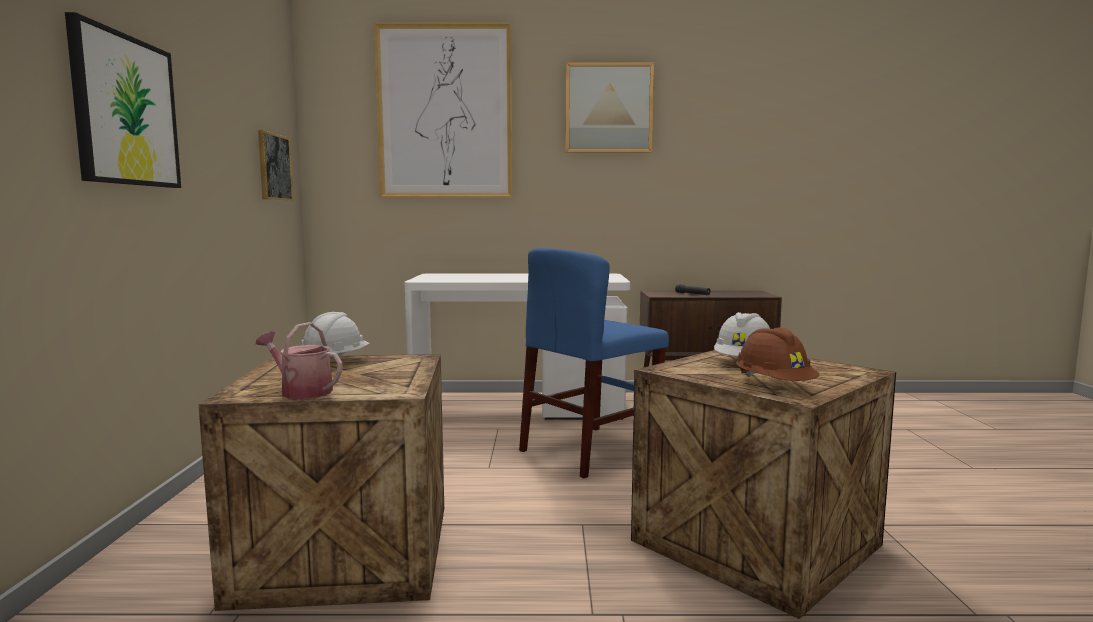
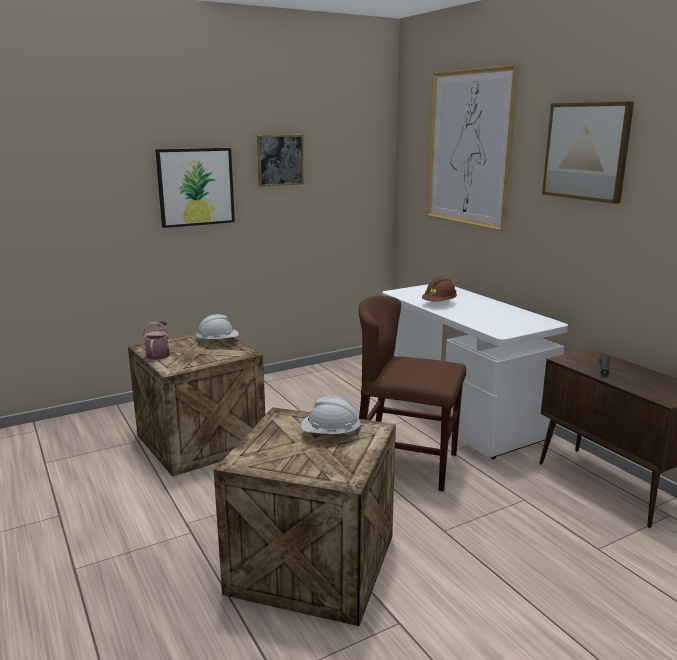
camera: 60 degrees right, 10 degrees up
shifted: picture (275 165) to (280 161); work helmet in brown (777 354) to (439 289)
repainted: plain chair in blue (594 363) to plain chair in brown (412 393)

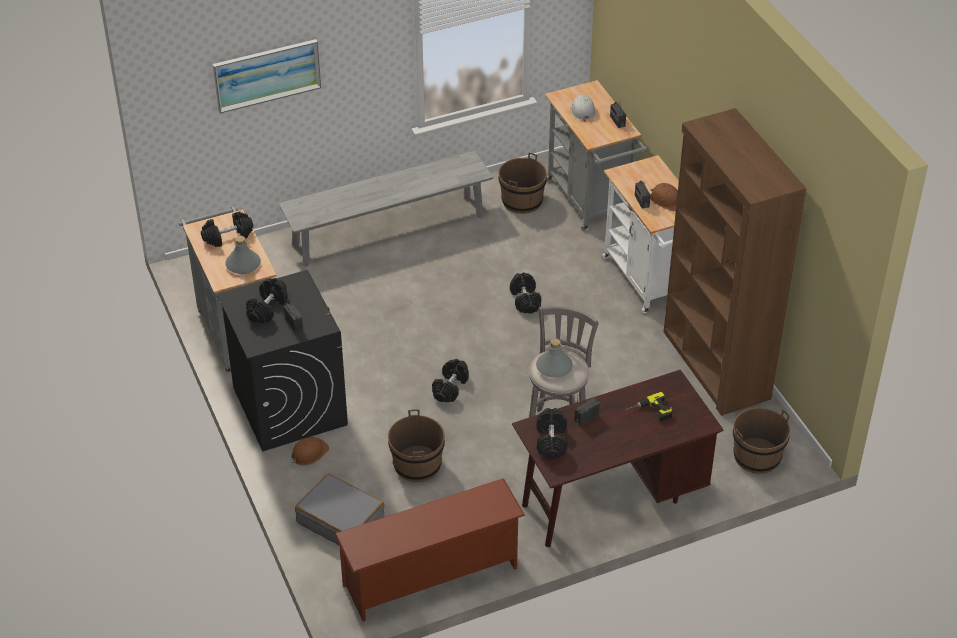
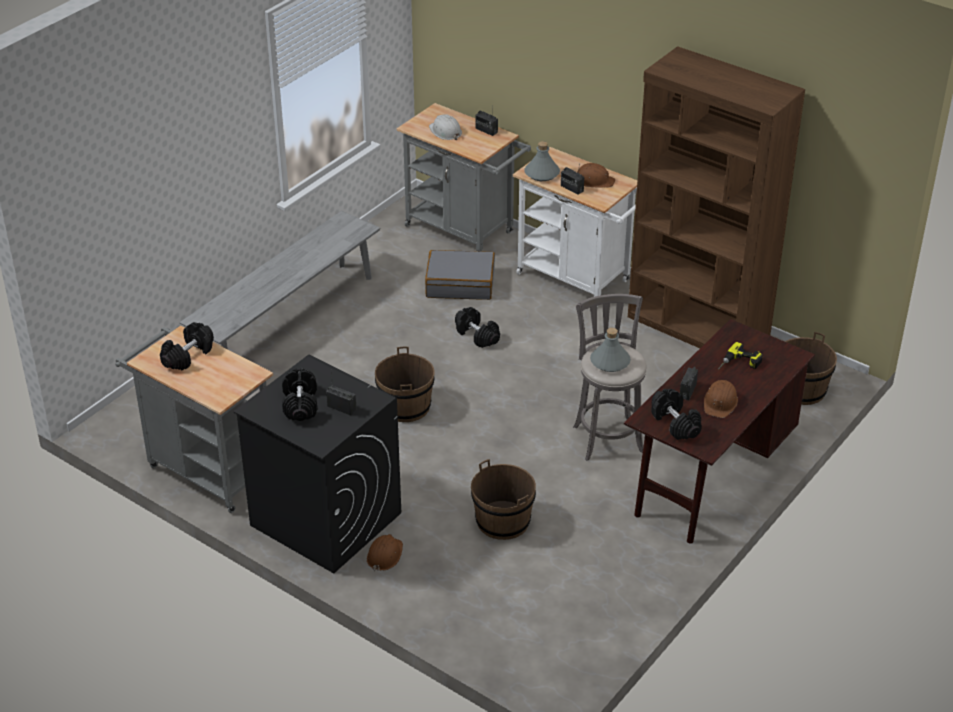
camera: 30 degrees left, 5 degrees down
gone: picture (267 76); free weight in black (450 380); shoe stand in brown (429 550)
new: work helmet in brown (721 399)
shifted: pail in brown (522 183) to (405 384); drink bottle in gray (243 255) to (542 161); suitcase in gray (339 509) to (460 275)

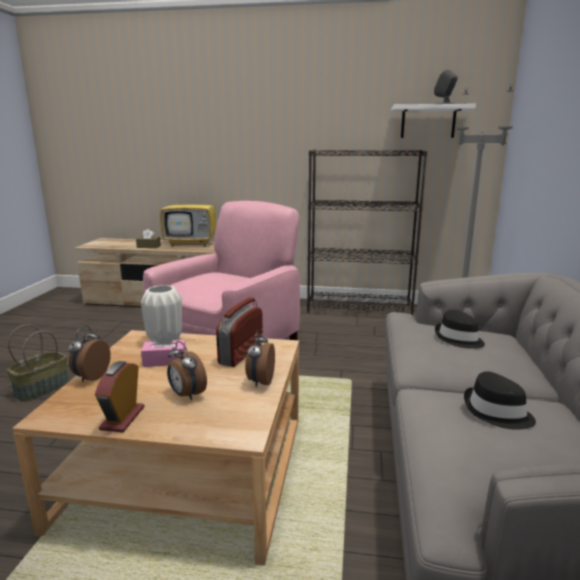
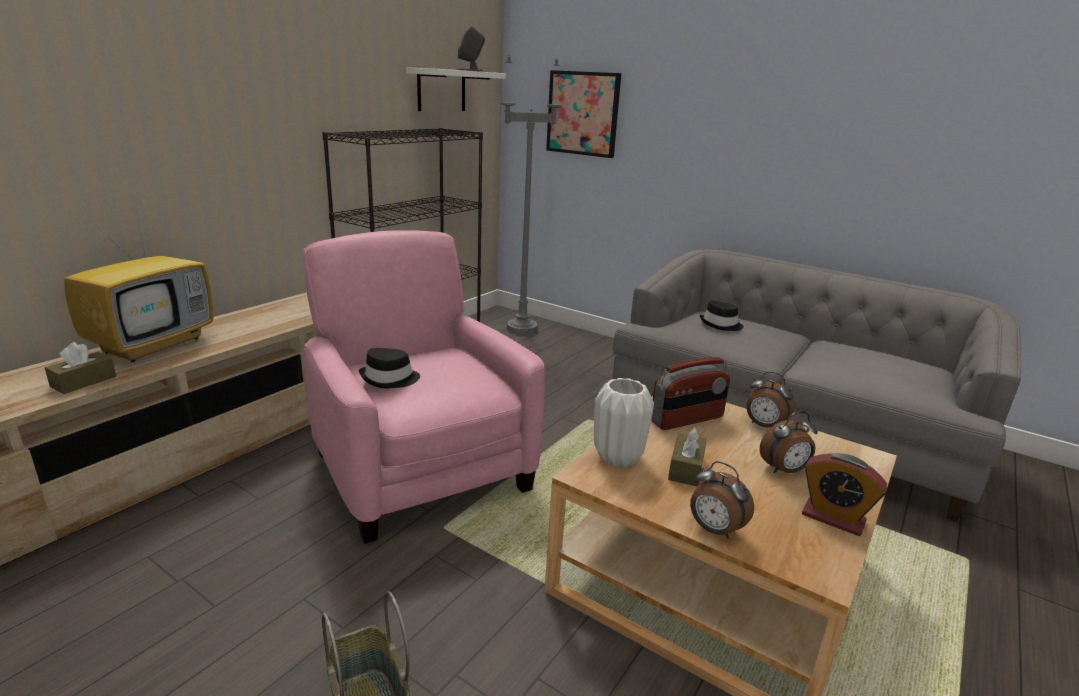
camera: 65 degrees left, 5 degrees up
new: picture (583 114)
shifted: clothing hat in black (500 401) to (389 368)
repainted: tissue box in pink (163 348) to tissue box in brown (687 456)
rotated: radio receiver (239 332) = (690 393) 75 degrees counterclockwise

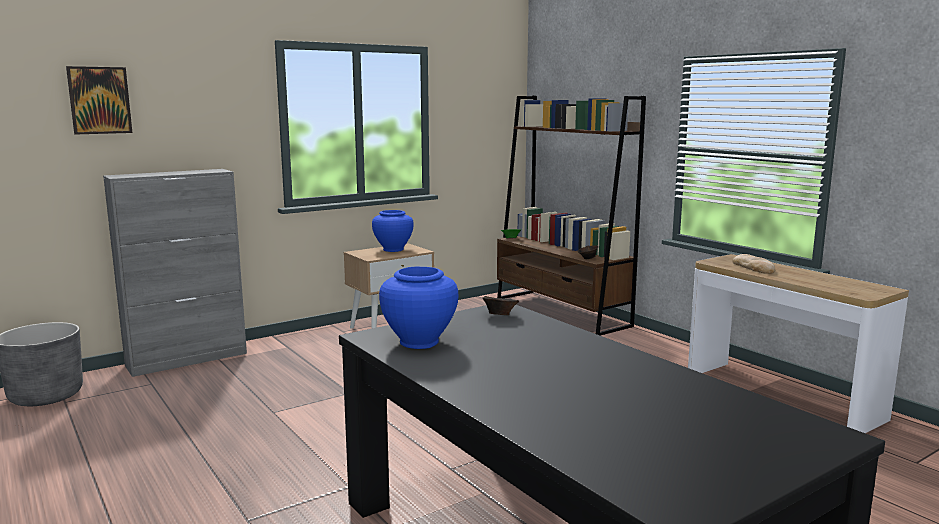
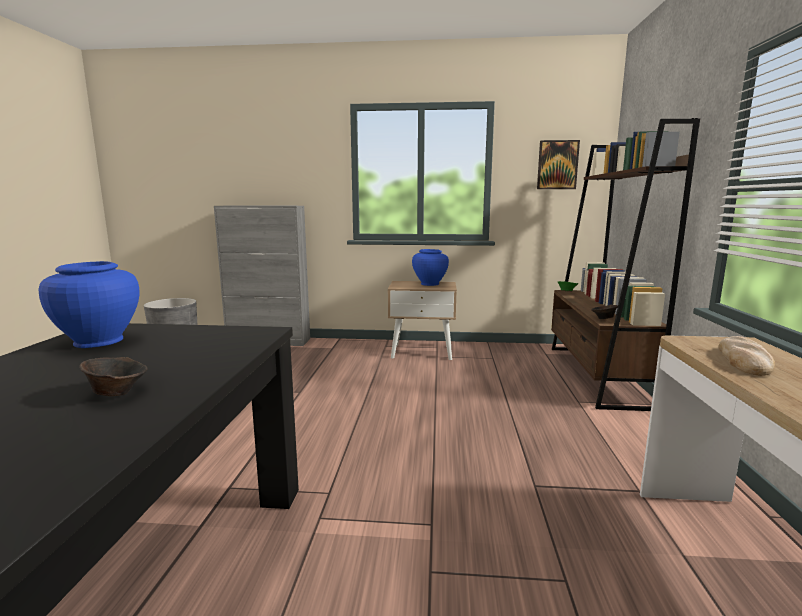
camera: 40 degrees right, 0 degrees up
shifted: picture (99 100) to (558 164); deep dish in brown (501 305) to (113 376)

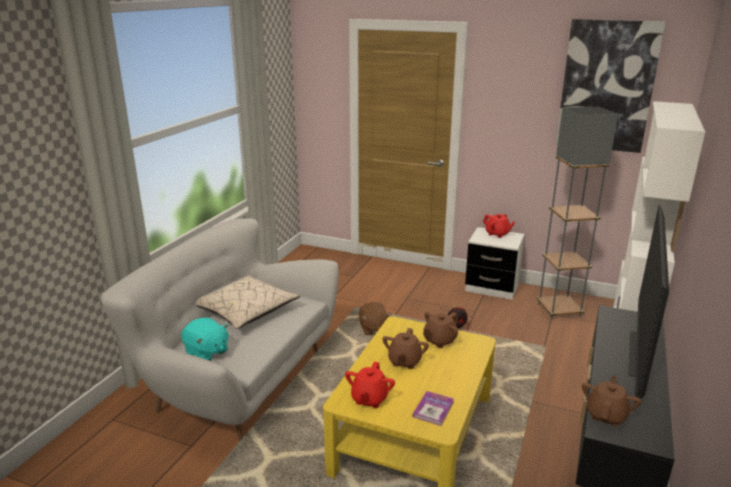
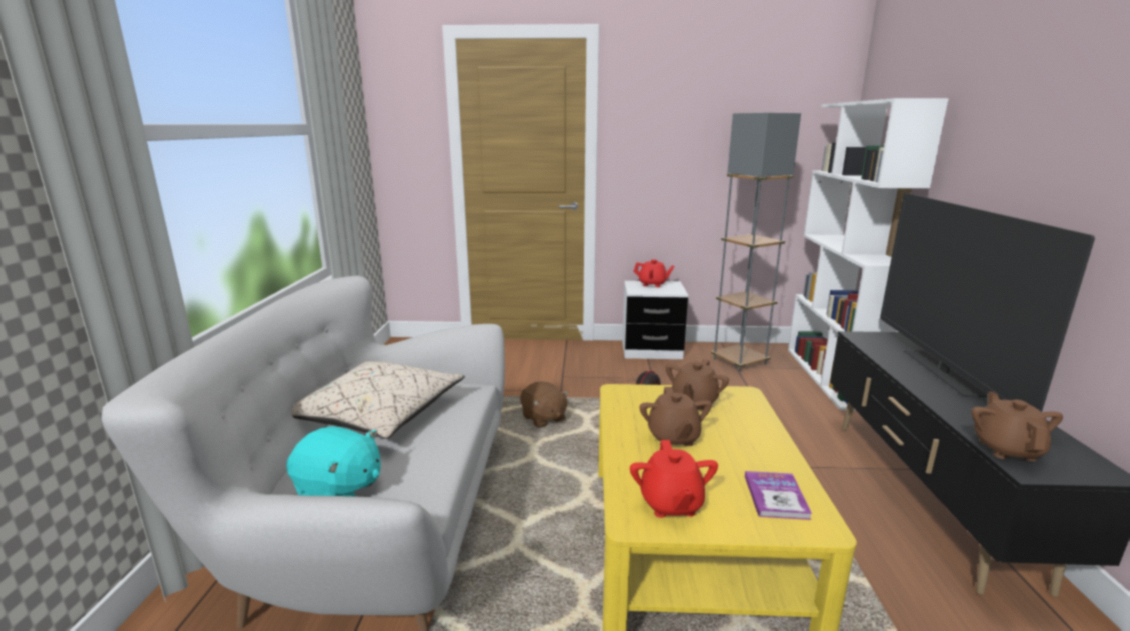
camera: 20 degrees left, 5 degrees down
gone: picture (610 86)

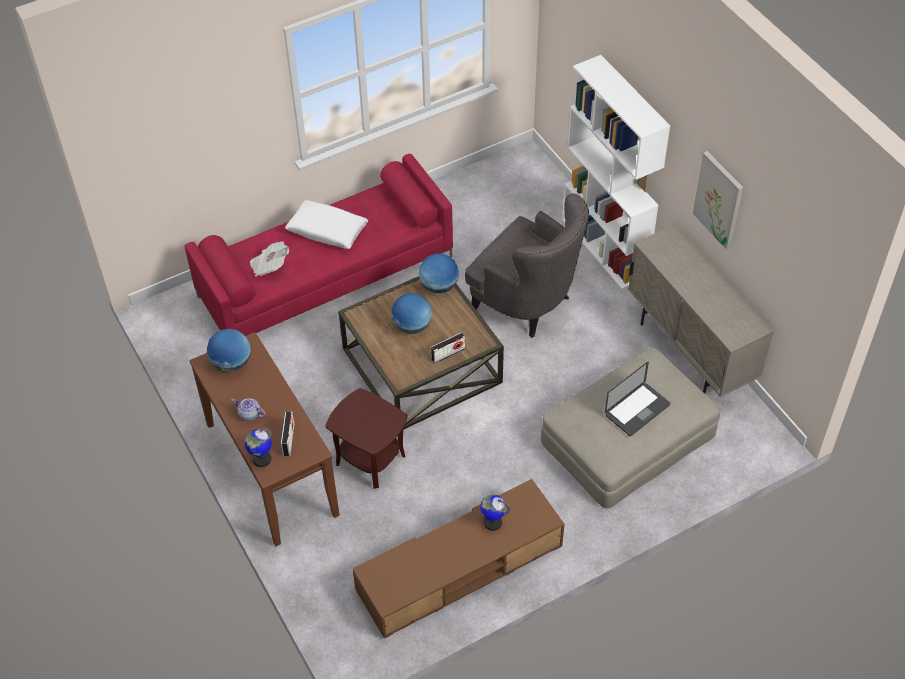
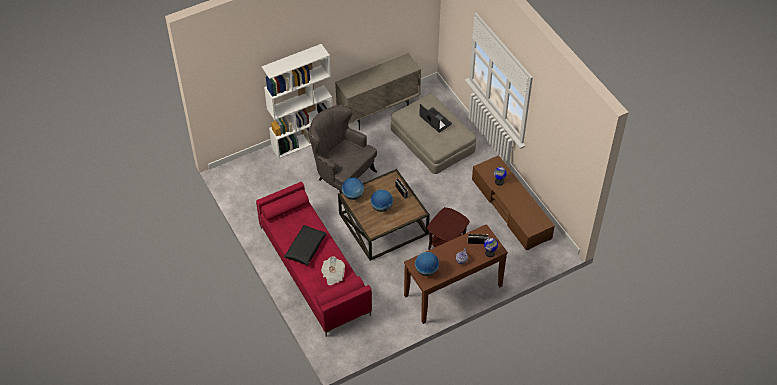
camera: 90 degrees left, 0 degrees up
gone: picture (718 200)
repainted: throw pillow in white (326 224) to throw pillow in black (305 245)
rotated: easy chair in gray (527 266) = (342 154) 90 degrees counterclockwise

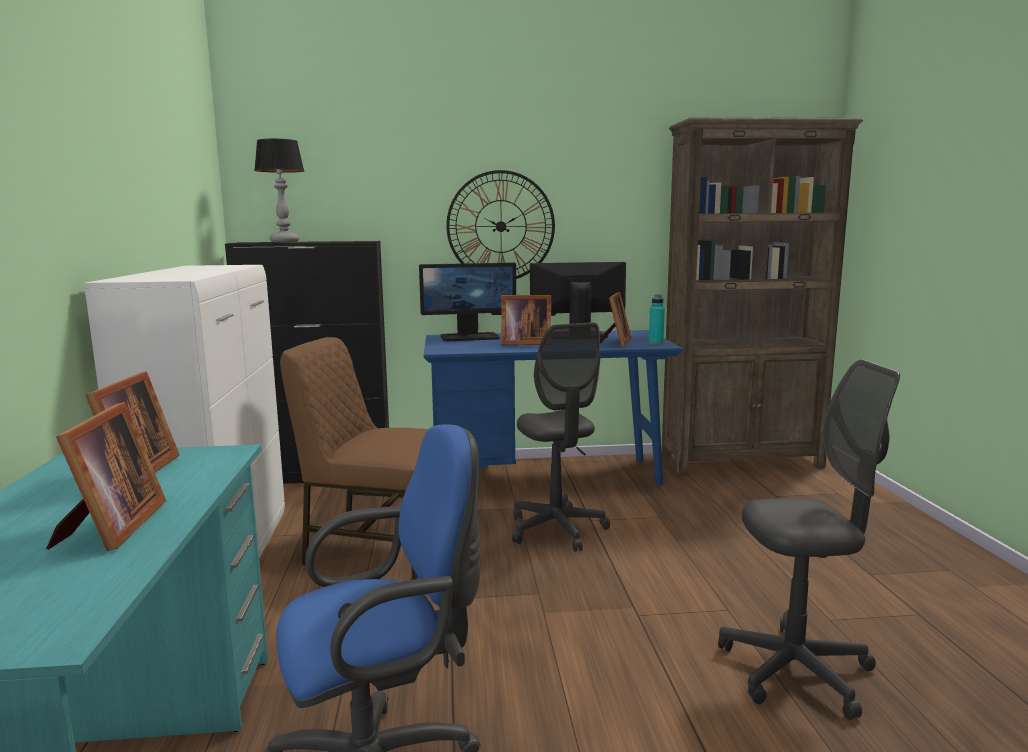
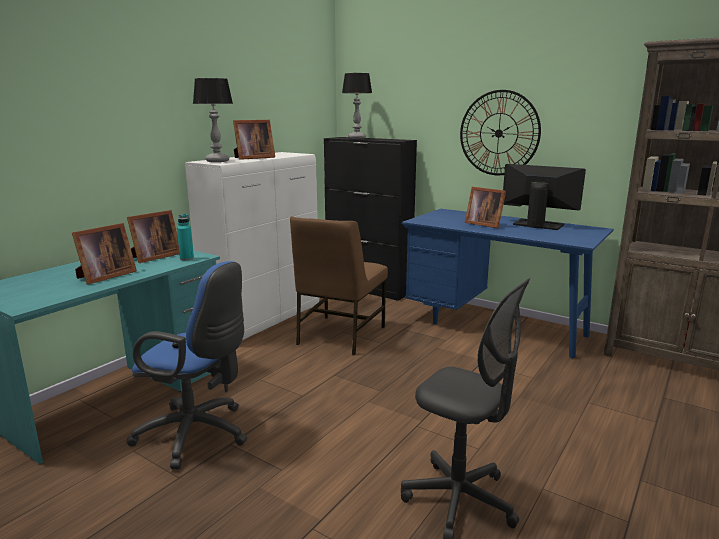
camera: 40 degrees right, 5 degrees up
gone: computer screen (467 301); office chair in gray (561 437)
new: lamp for a table (213 120)
shifted: picture frame (615 319) to (254 140); drink bottle in turquoise-coloured (657 319) to (185 237)
rotated: plain chair in brown (354 458) = (339 286) 120 degrees counterclockwise

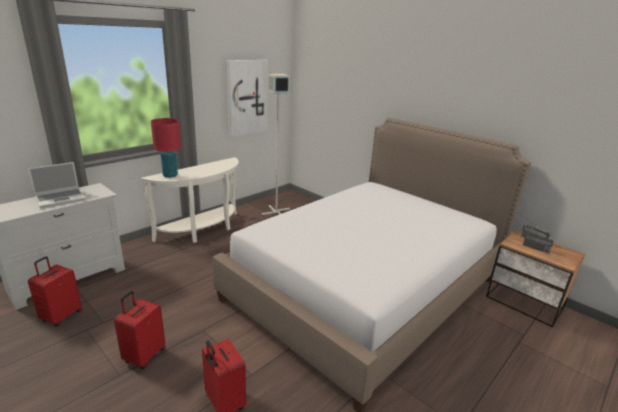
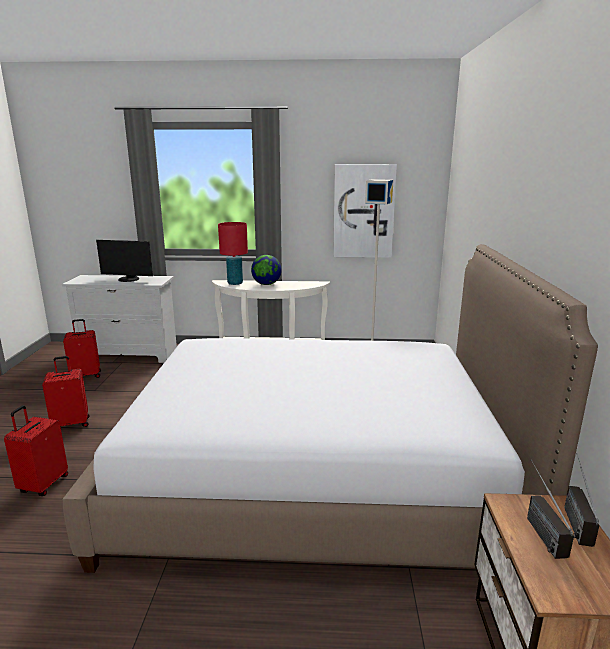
camera: 50 degrees right, 5 degrees down
new: desk globe (266 270)
swapped: portable computer (57 185) to computer screen (124 261)

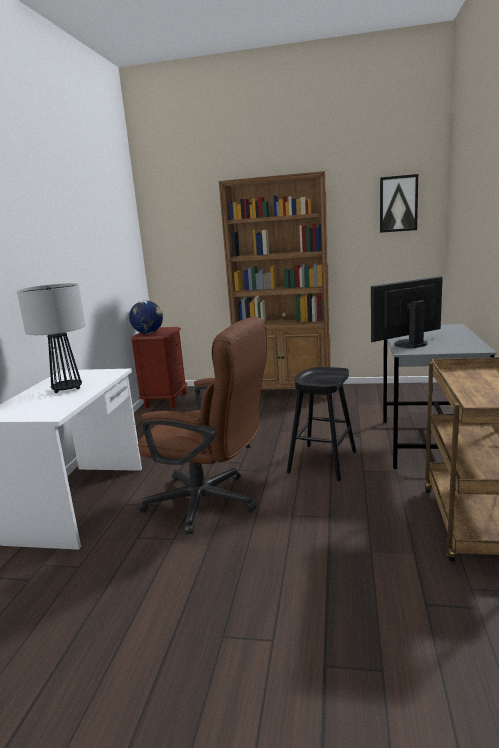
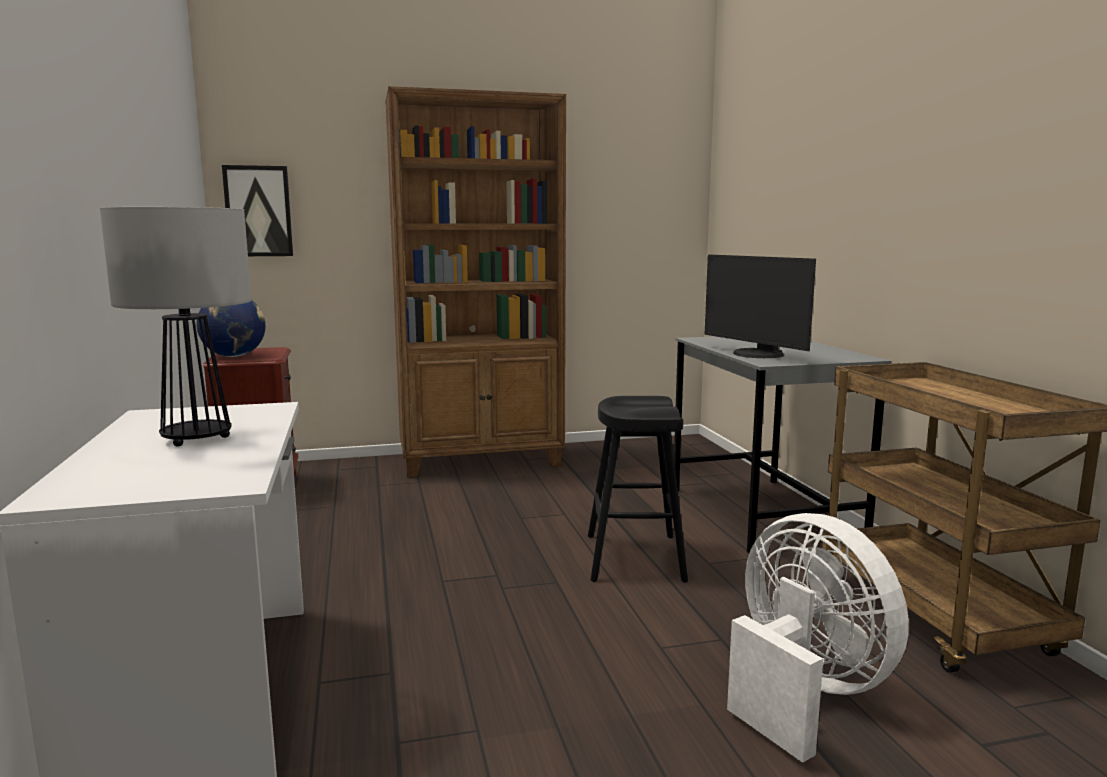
camera: 25 degrees left, 5 degrees down
gone: office chair in brown (202 425)
new: fan in white (818 638)
shifted: picture (399 203) to (257 210)
rotated: computer screen (407 312) = (760 306) 75 degrees counterclockwise

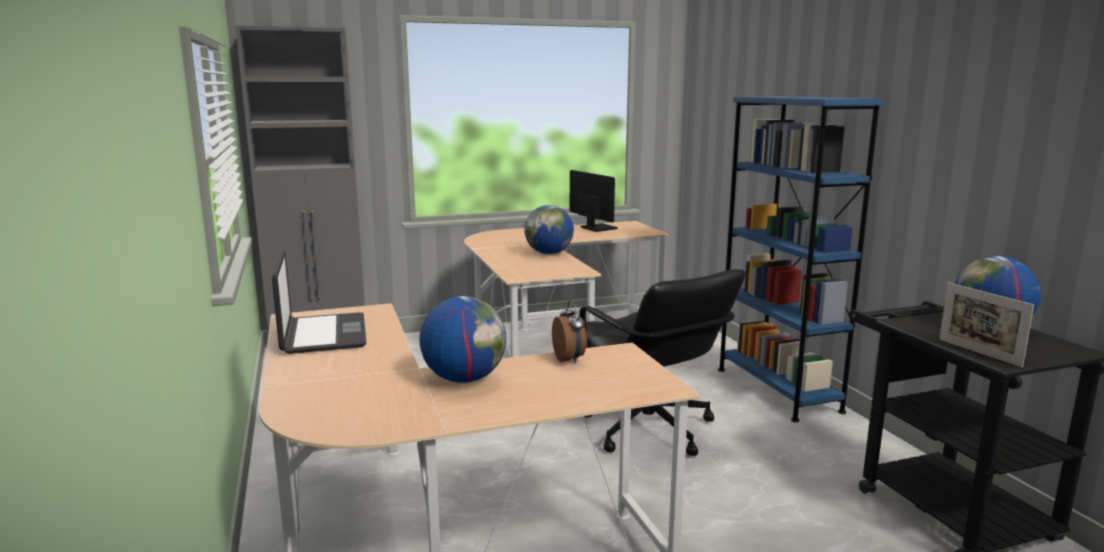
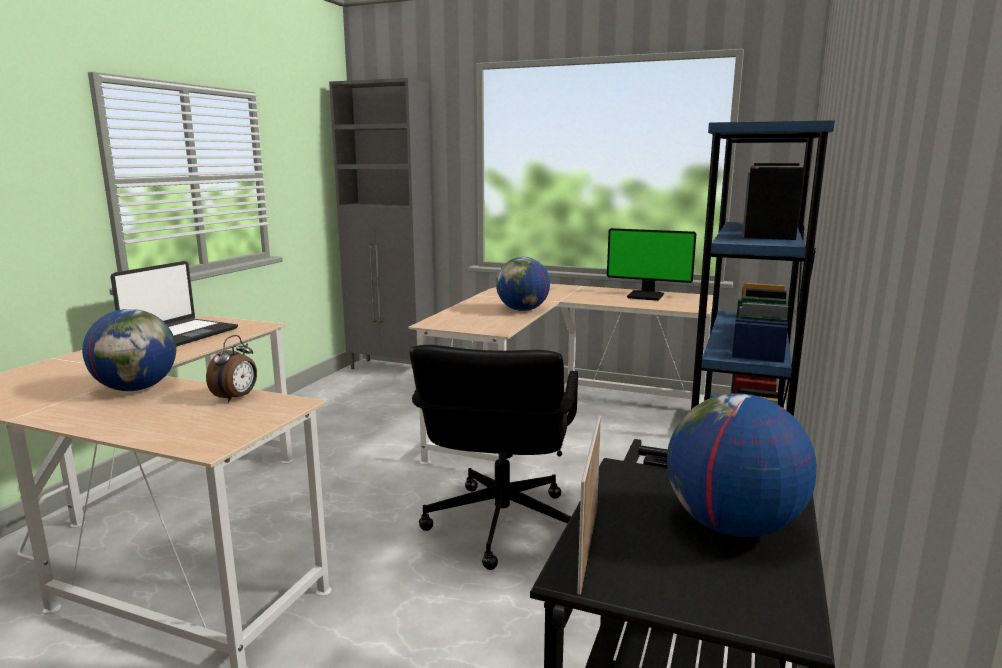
camera: 40 degrees right, 0 degrees up
rotated: computer screen (594 201) = (651 264) 105 degrees clockwise

